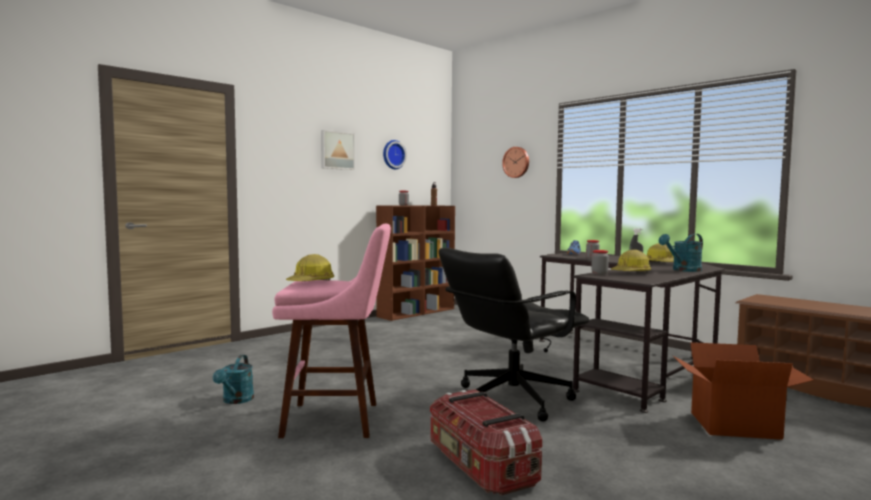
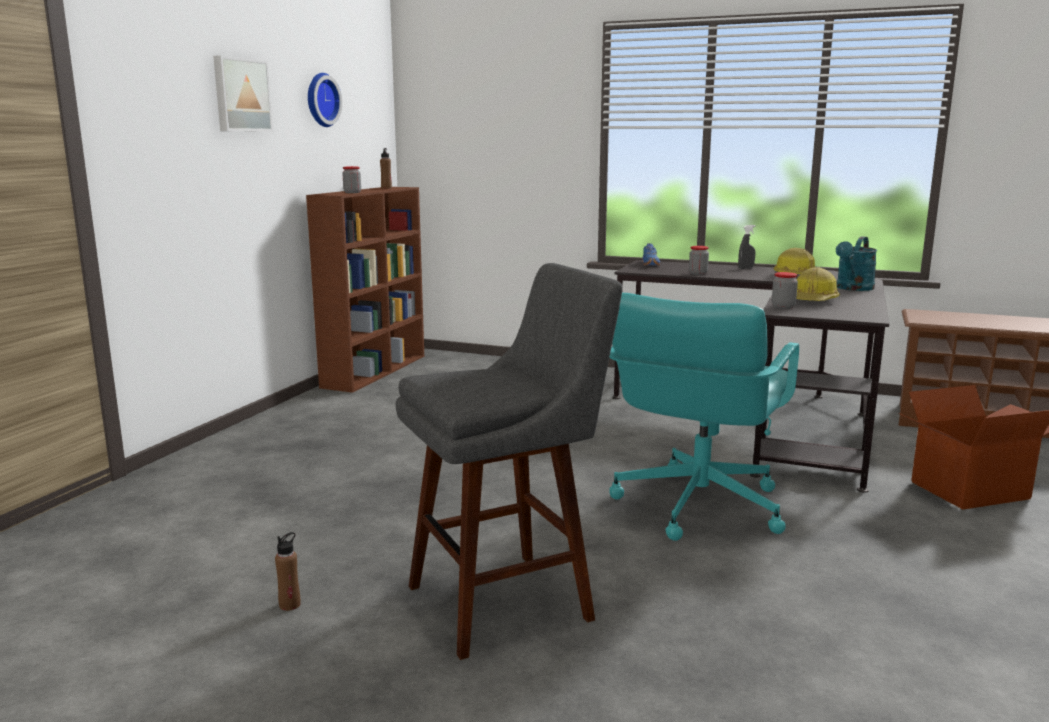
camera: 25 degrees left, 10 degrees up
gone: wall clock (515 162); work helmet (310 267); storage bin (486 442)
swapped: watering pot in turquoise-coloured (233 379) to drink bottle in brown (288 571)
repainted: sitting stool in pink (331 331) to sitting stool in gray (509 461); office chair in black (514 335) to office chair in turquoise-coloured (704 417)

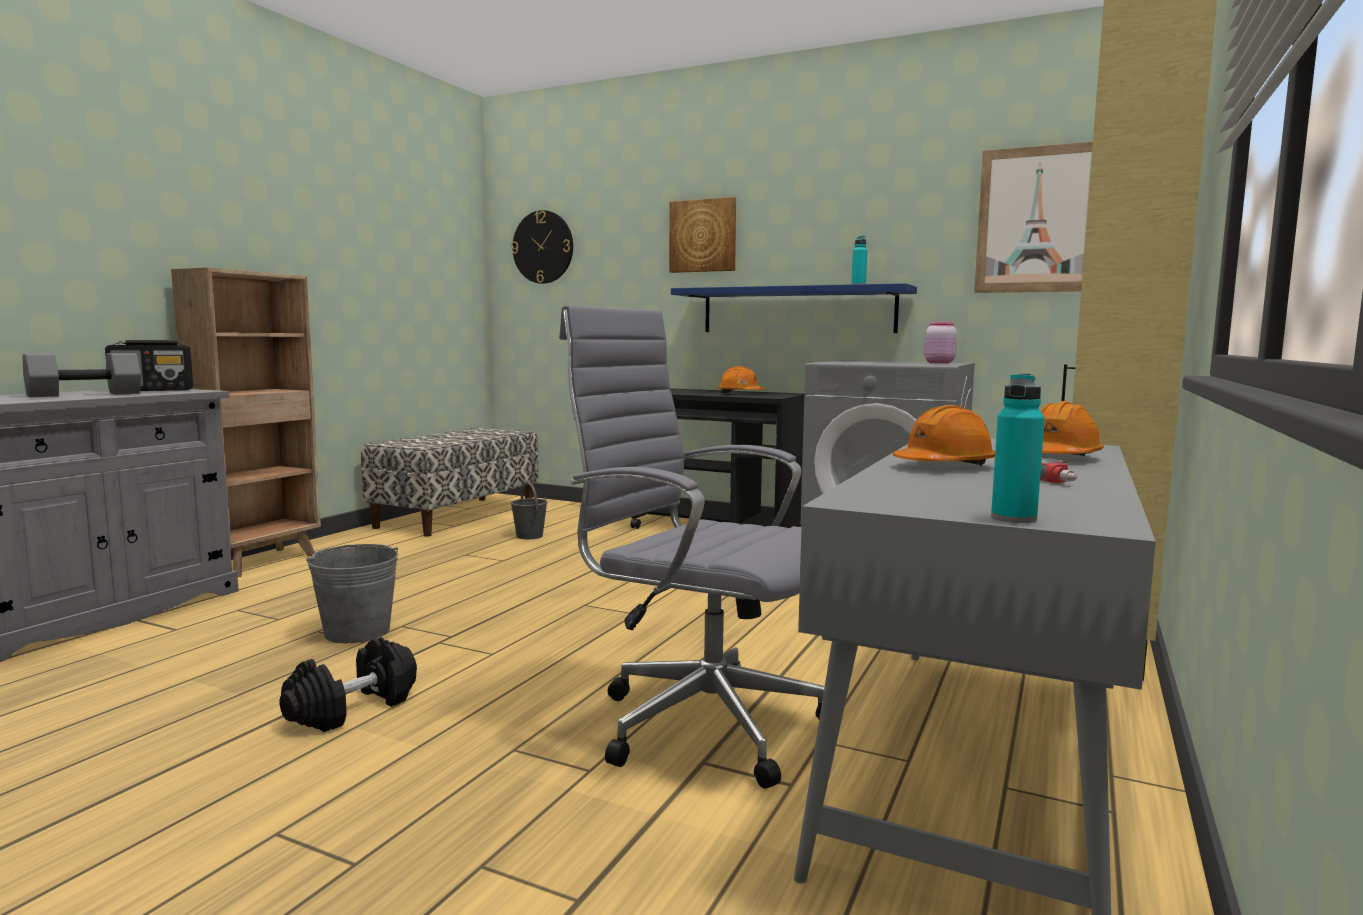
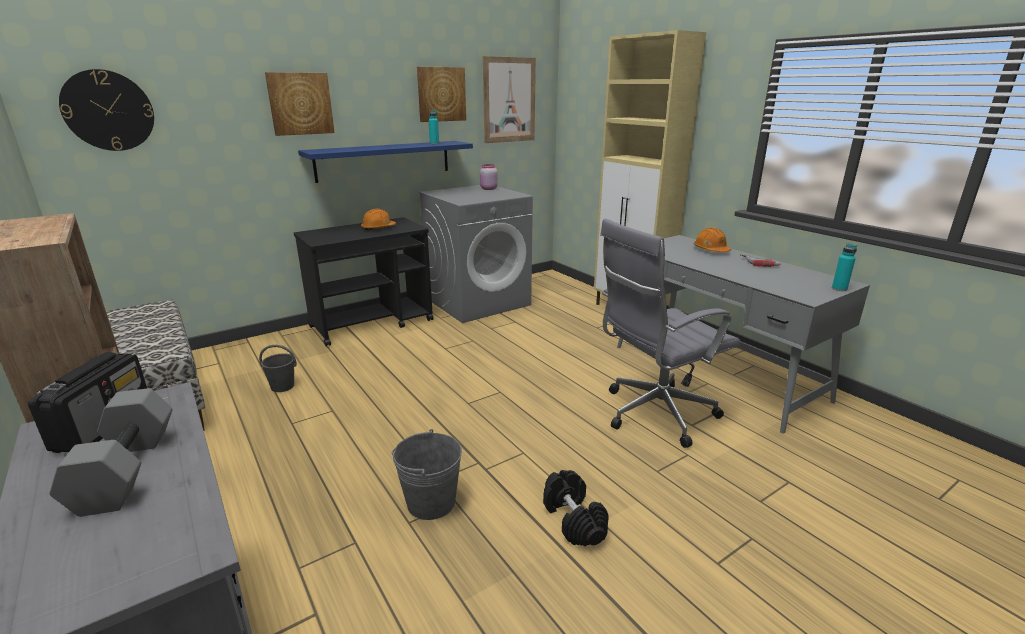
camera: 60 degrees left, 15 degrees up
gone: work helmet in orangey (944 435)
new: picture (441 94)

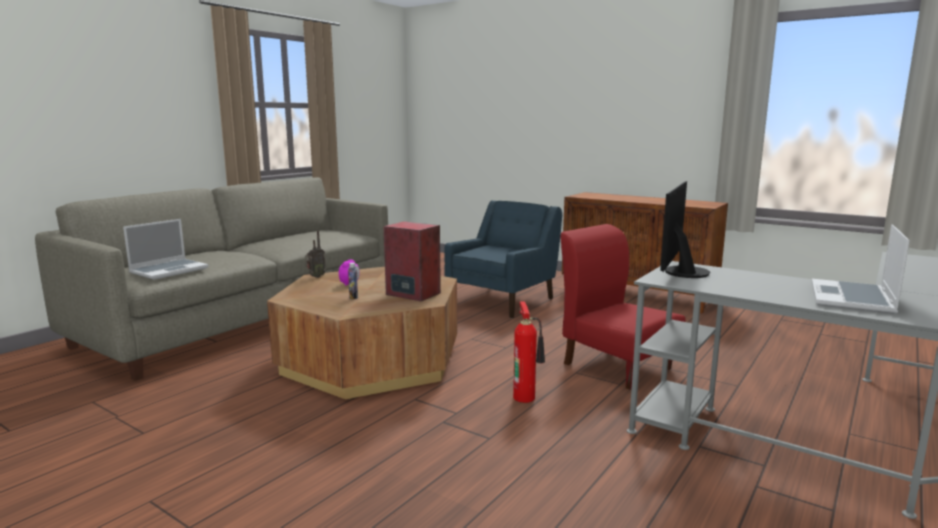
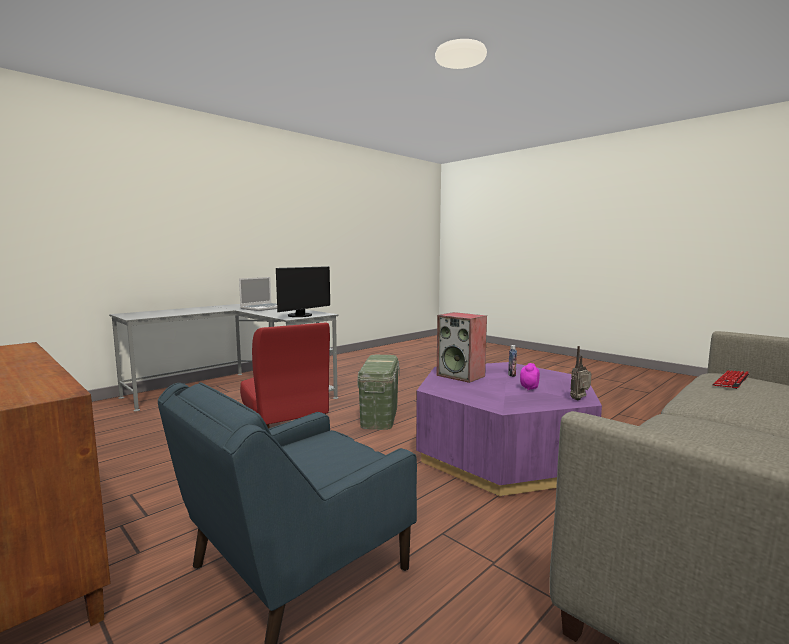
camera: 170 degrees left, 5 degrees down
swapped: portable computer (165 249) to PC keyboard (731 379); fire-fighting cylinder (529 352) to storage bin in green-coloured (378 392)
repainted: low table in brown (362 333) to low table in purple (509 429)

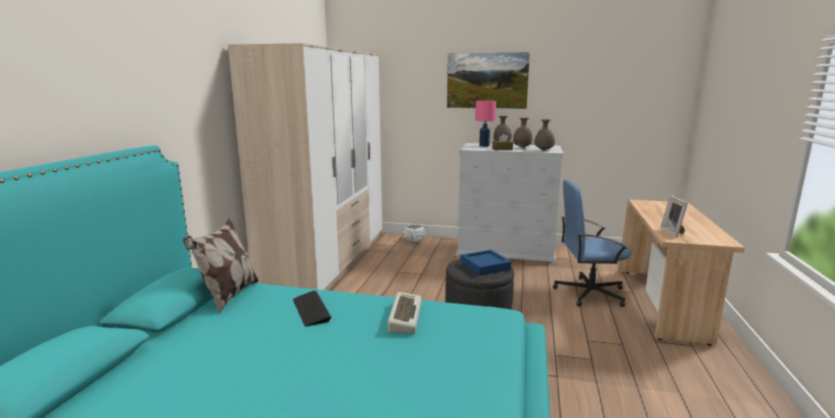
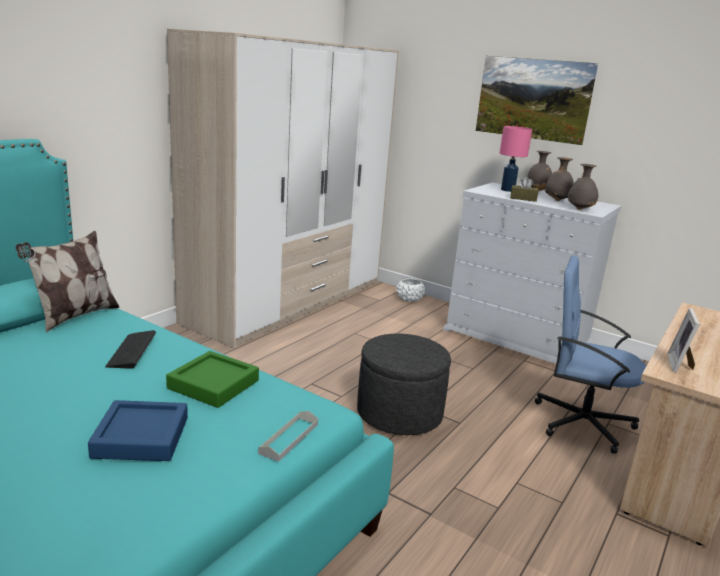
camera: 20 degrees right, 5 degrees up
new: tray in gray (288 436)
shifted: tray in blue (486 263) to (138 430)
swapped: PC keyboard (405 313) to tray in green-coloured (212 379)

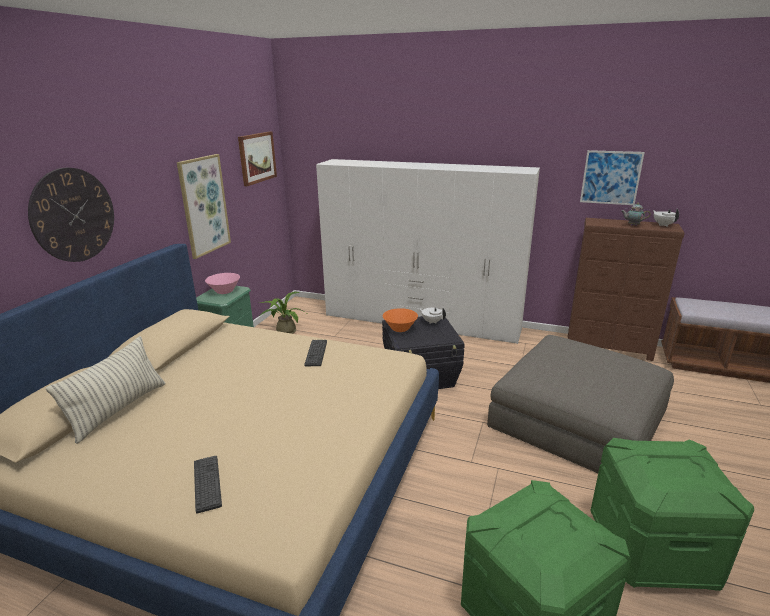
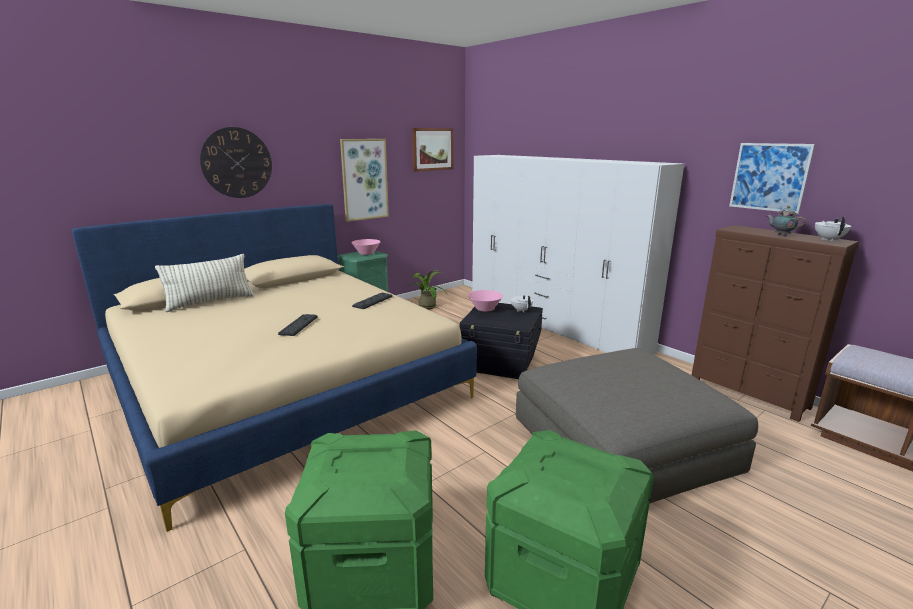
camera: 30 degrees right, 5 degrees down
shifted: PC keyboard (208 484) to (297 325)
repainted: deep dish in orangey (400 320) to deep dish in pink (485 301)

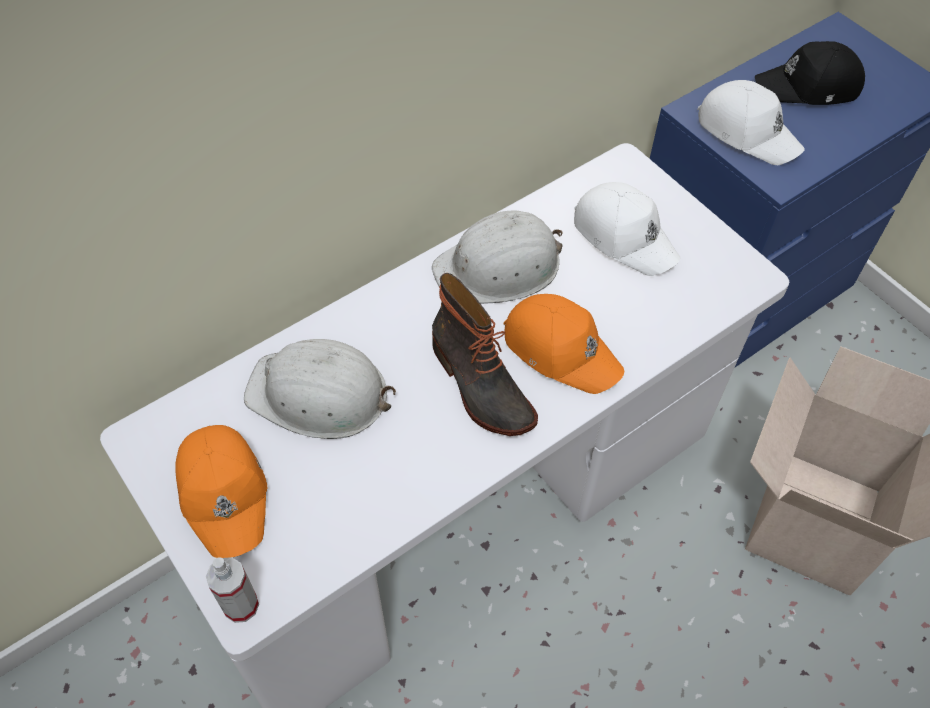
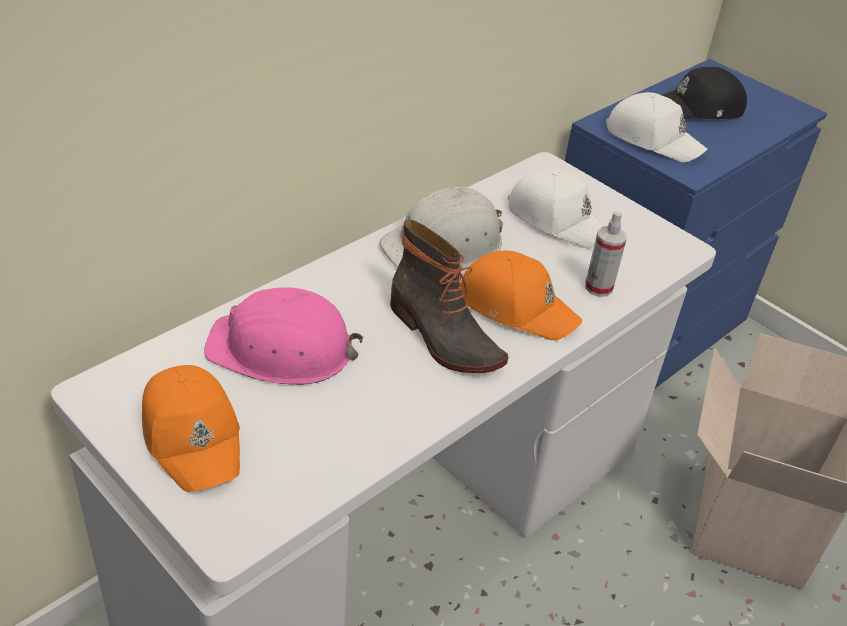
camera: 10 degrees left, 15 degrees down
shifted: sprayer (232 590) to (606 254)
repainted: work helmet in white (320 389) to work helmet in pink (283 336)

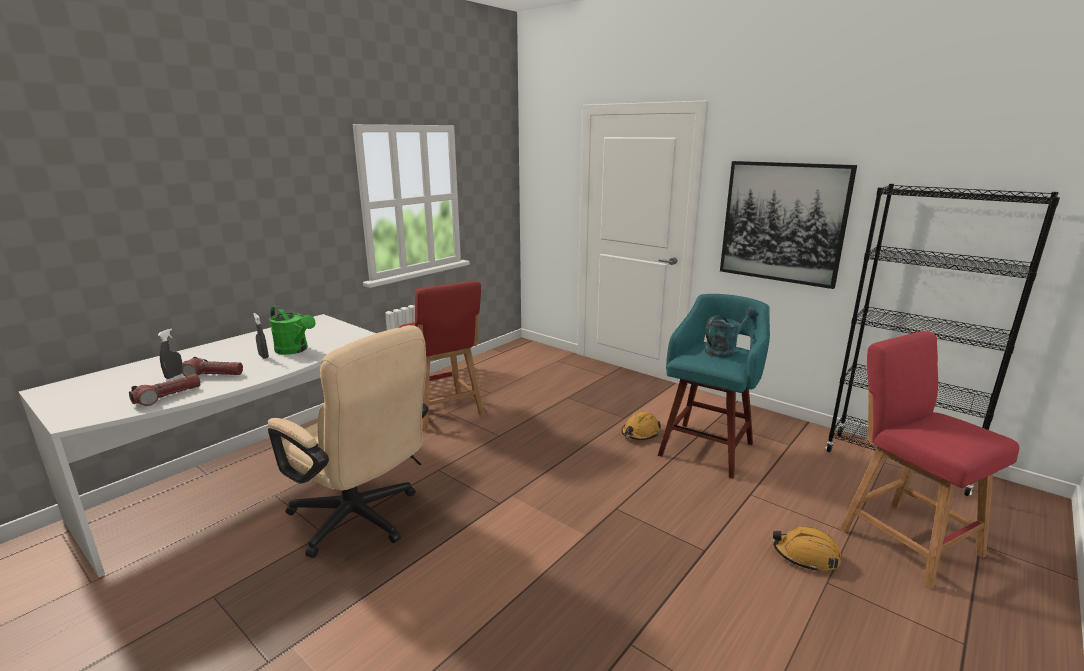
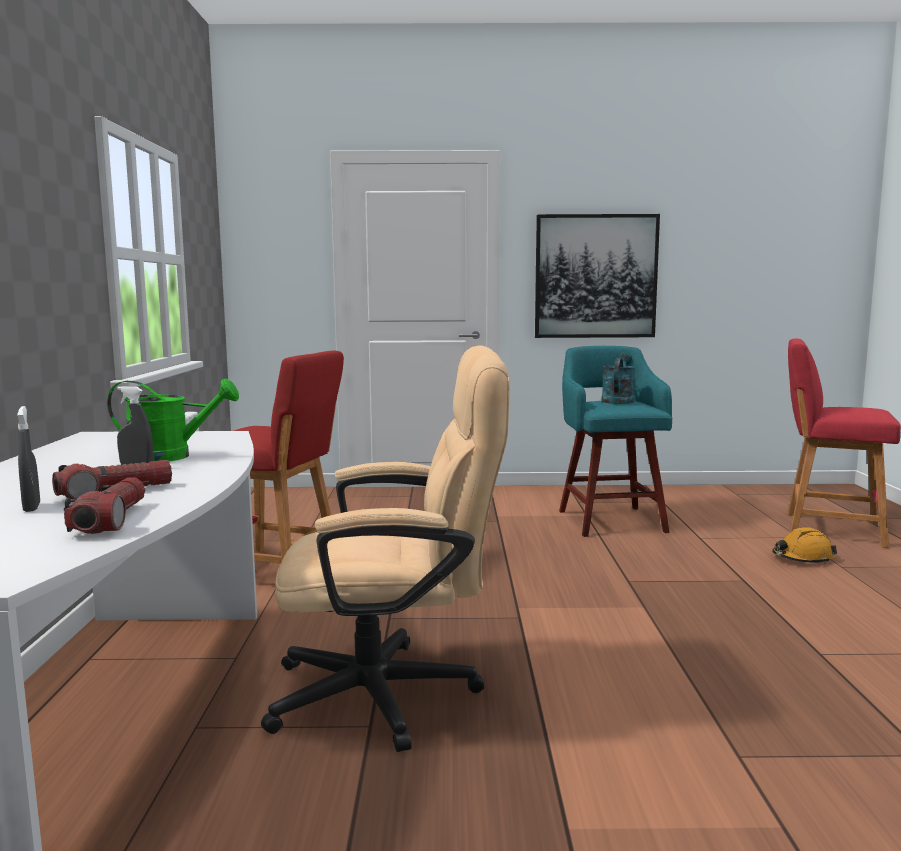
camera: 40 degrees left, 10 degrees down
gone: shelving unit in black (942 340); work helmet in orangey (641 426)

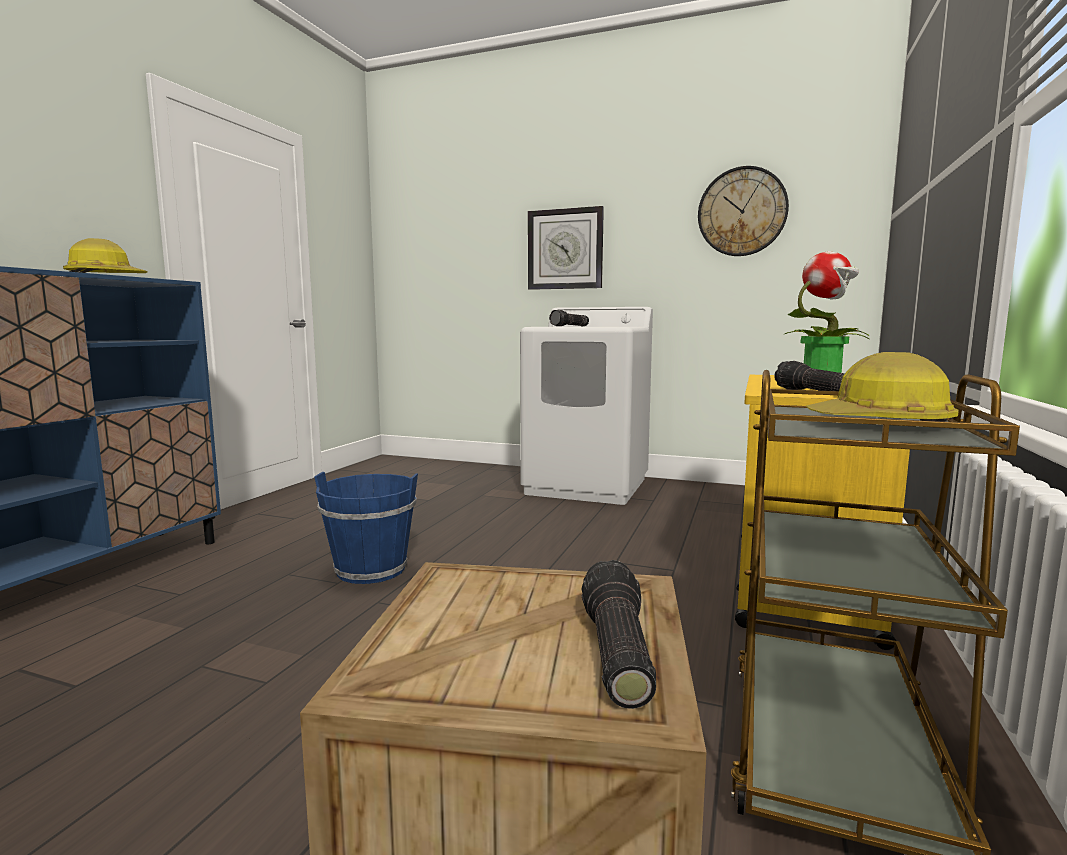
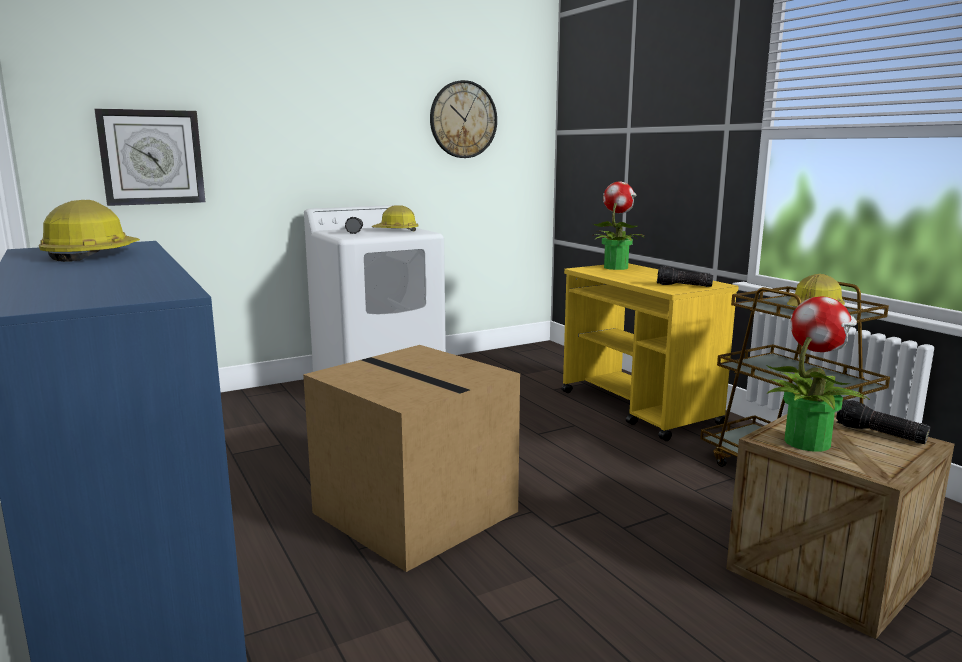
camera: 50 degrees left, 5 degrees up
new: work helmet (395 218); houseplant (818 374)
shifted: wall clock (566 248) to (149 157)
swapped: pail in blue (366 528) to cardboard box (411 458)

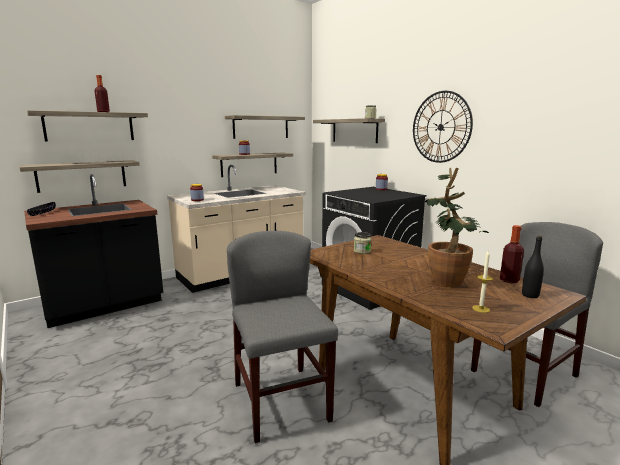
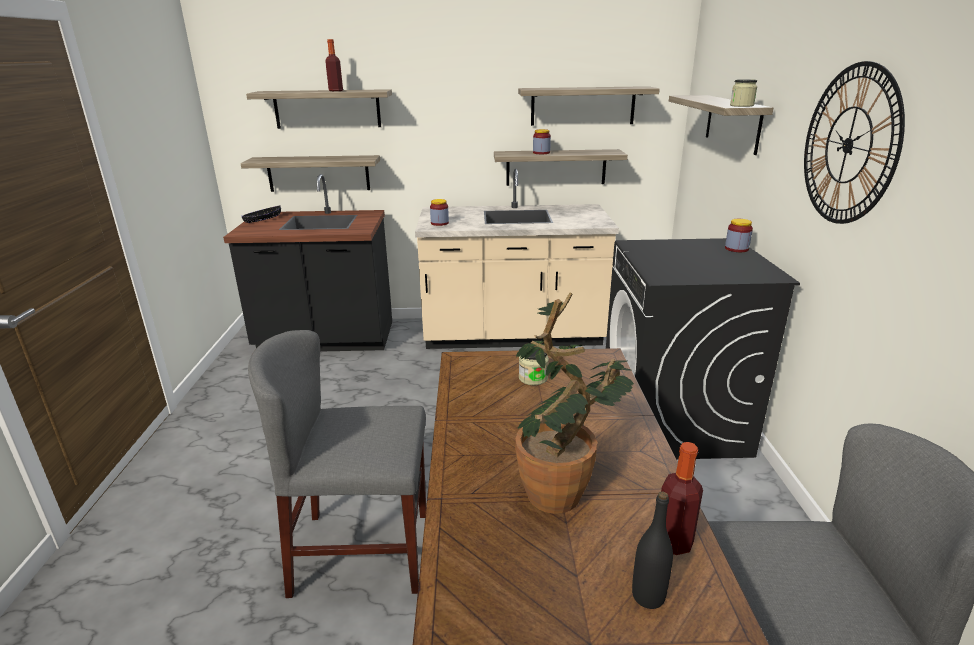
camera: 35 degrees right, 10 degrees up
gone: wax light (482 282)
rotated: plain chair in gray (282 337) = (337 464) 105 degrees counterclockwise

